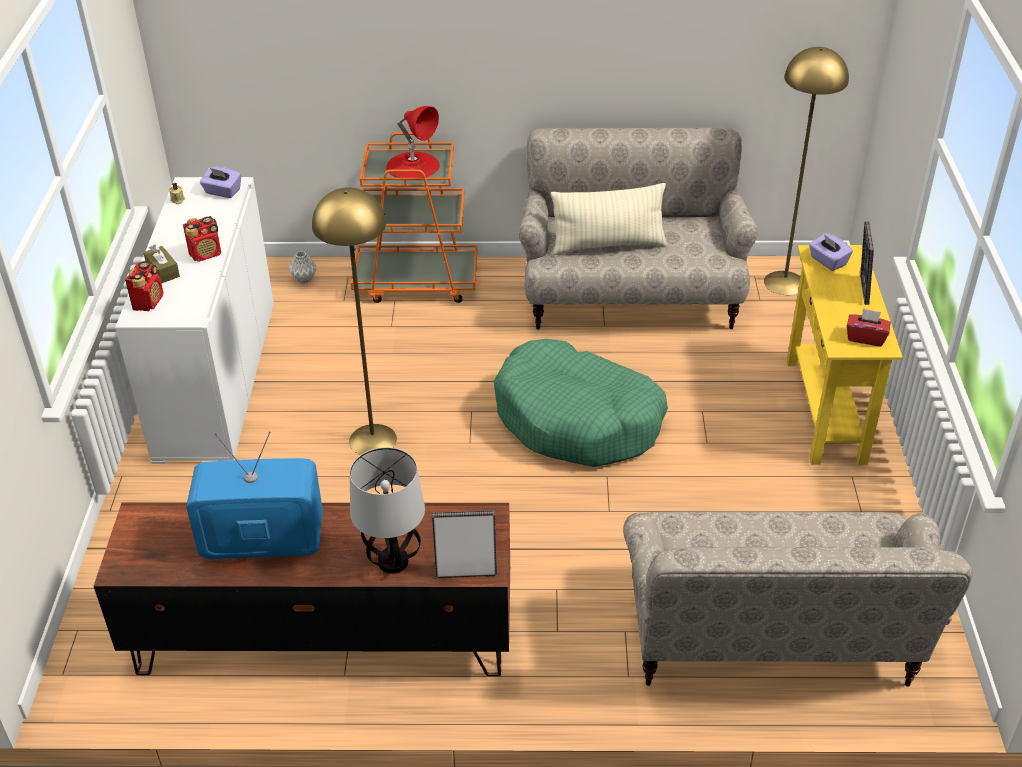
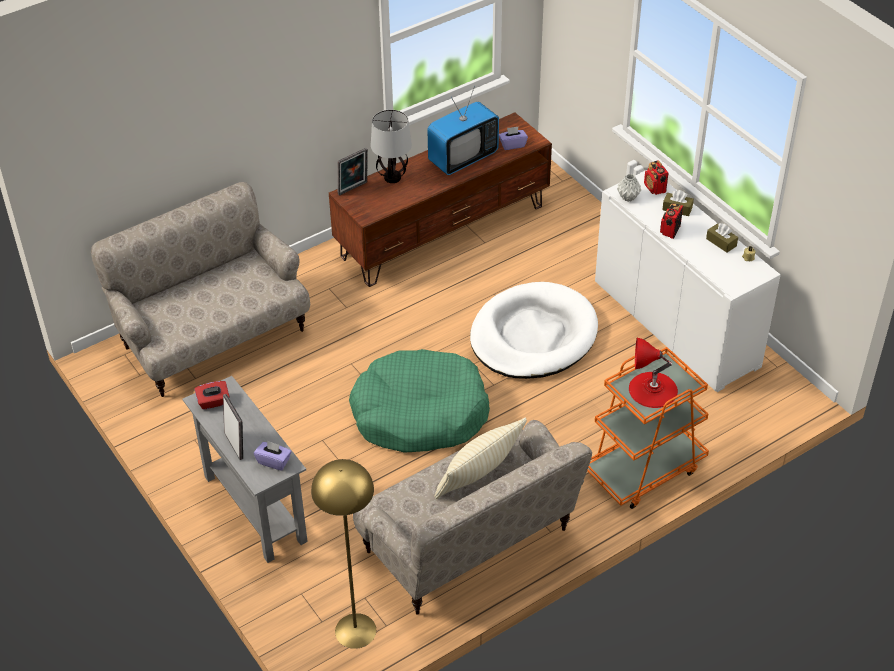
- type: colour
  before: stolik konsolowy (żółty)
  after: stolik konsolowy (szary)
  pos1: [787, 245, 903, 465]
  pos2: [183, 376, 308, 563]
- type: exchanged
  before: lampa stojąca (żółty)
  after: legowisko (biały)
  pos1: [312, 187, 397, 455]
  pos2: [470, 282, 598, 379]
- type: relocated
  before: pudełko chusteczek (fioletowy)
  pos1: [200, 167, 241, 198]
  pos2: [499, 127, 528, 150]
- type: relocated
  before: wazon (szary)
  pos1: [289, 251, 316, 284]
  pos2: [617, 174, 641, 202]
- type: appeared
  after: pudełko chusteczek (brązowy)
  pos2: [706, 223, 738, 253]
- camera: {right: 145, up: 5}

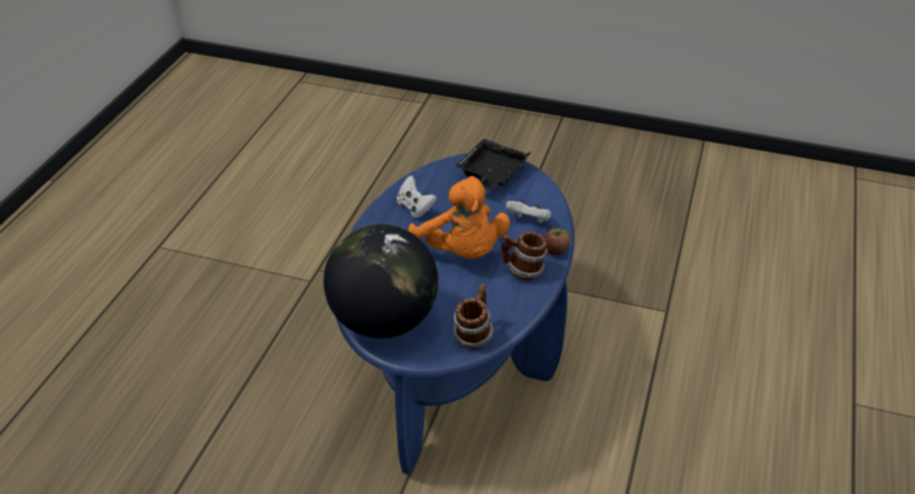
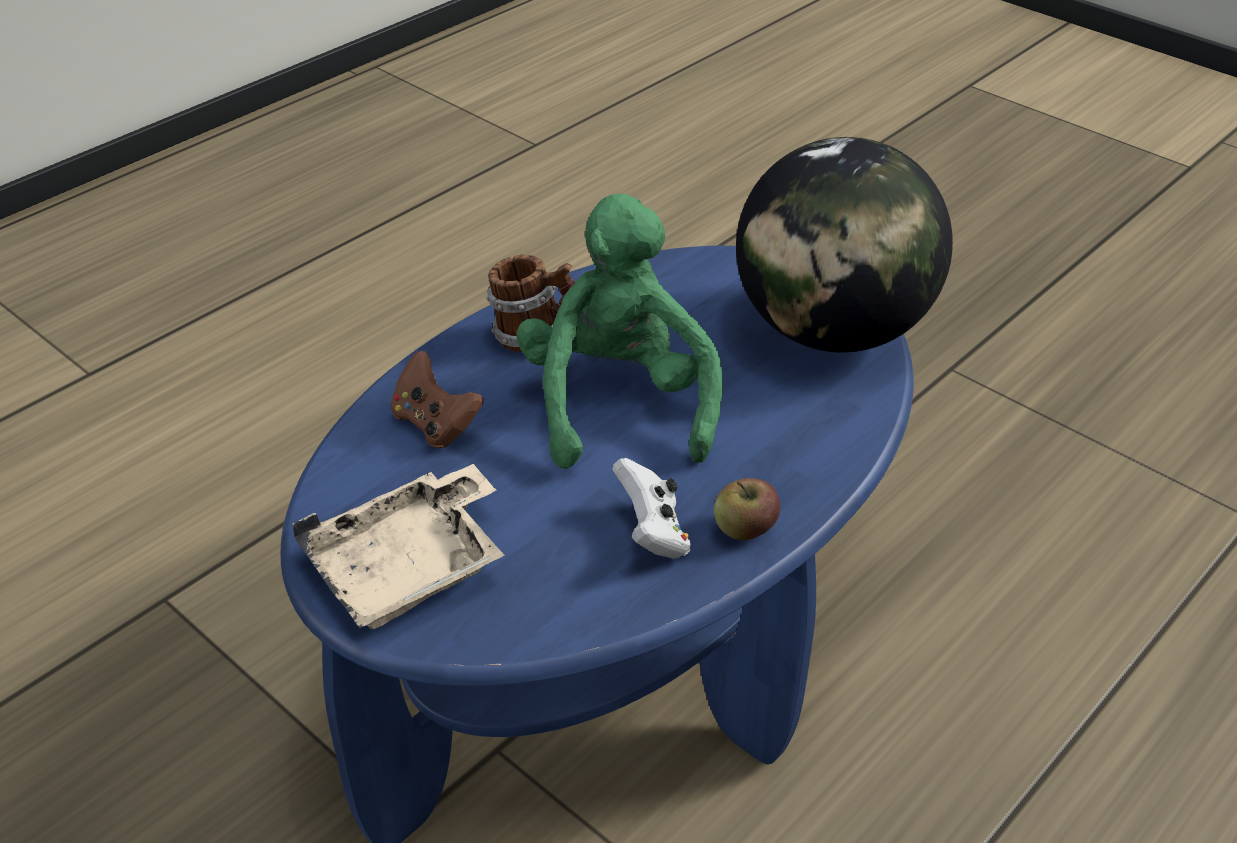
- type: colour
  before: taca (czarny)
  after: taca (beżowy)
  pos1: [455, 139, 531, 191]
  pos2: [292, 464, 505, 629]
- type: colour
  before: pad do gier (biały)
  after: pad do gier (brązowy)
  pos1: [506, 199, 551, 223]
  pos2: [391, 351, 483, 448]
- type: colour
  before: pluszak (pomarańczowy)
  after: pluszak (zielony)
  pos1: [408, 176, 510, 259]
  pos2: [516, 194, 723, 469]
- type: relocated
  before: jabłko
  pos1: [544, 228, 570, 256]
  pos2: [714, 478, 781, 541]
- type: missing
  before: kubek
  pos1: [453, 284, 494, 349]
- camera: {right: -155, up: 0}

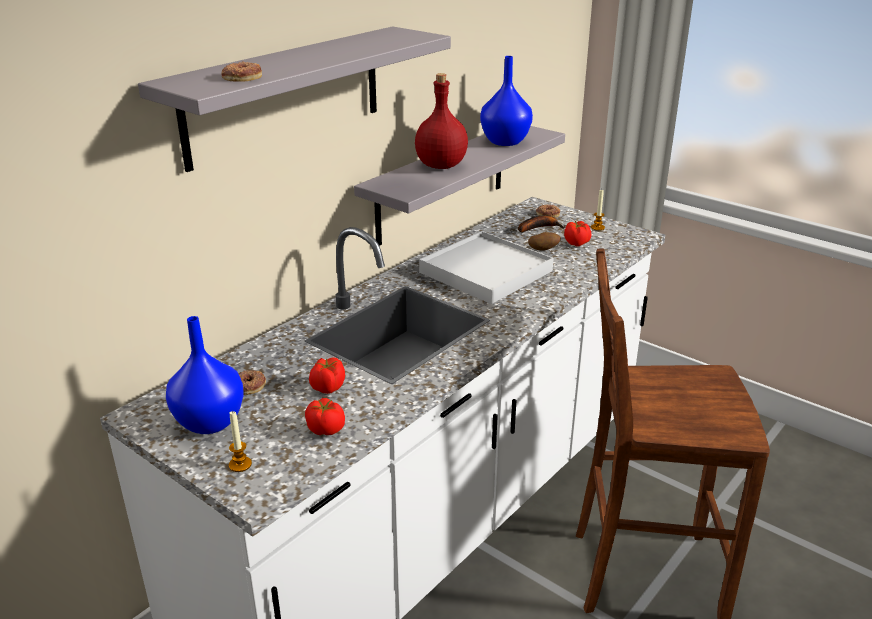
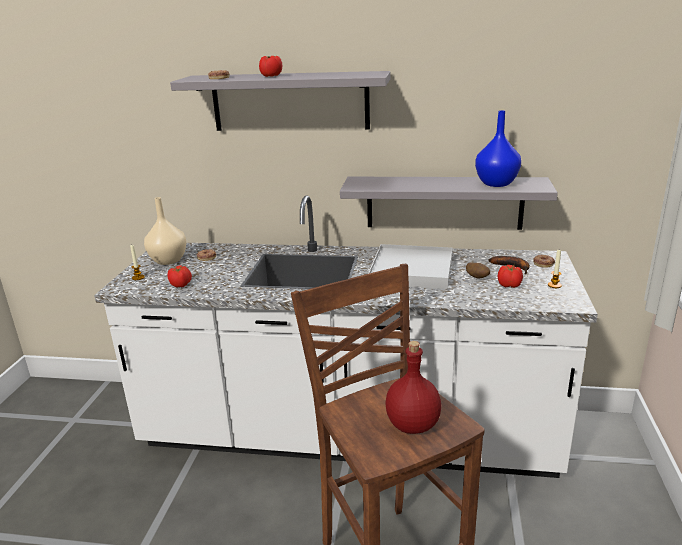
- type: colour
  before: wazon (niebieski)
  after: wazon (beżowy)
  pos1: [166, 316, 243, 434]
  pos2: [144, 197, 186, 265]
- type: relocated
  before: pomidor
  pos1: [309, 357, 345, 394]
  pos2: [259, 56, 282, 77]
- type: relocated
  before: butelka (czerwony)
  pos1: [415, 73, 468, 169]
  pos2: [385, 341, 441, 434]
- camera: {right: 60, up: -5}

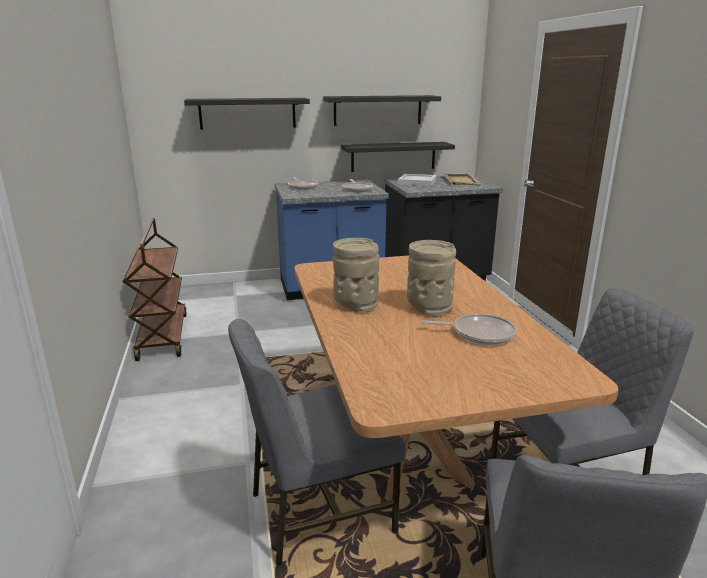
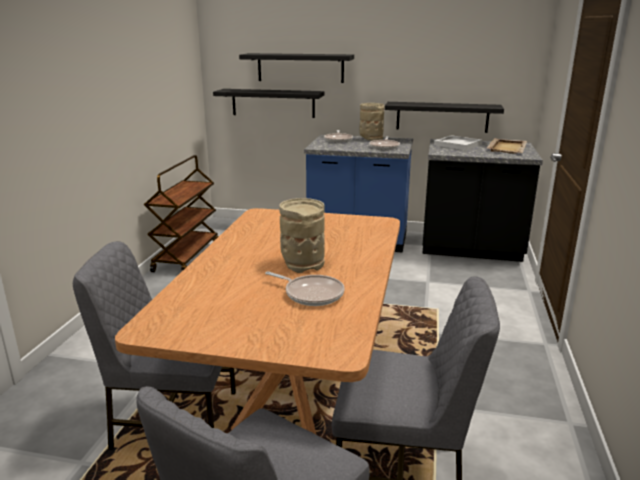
- type: relocated
  before: półka (czarny)
  pos1: [323, 95, 441, 126]
  pos2: [213, 89, 324, 118]
- type: relocated
  before: wazon (beżowy)
  pos1: [333, 238, 379, 312]
  pos2: [359, 103, 384, 141]
- camera: {right: 25, up: 0}

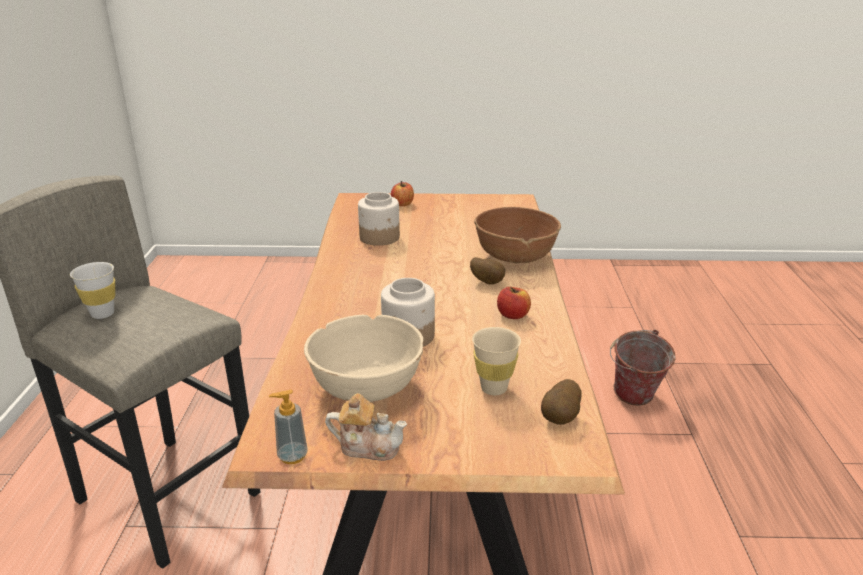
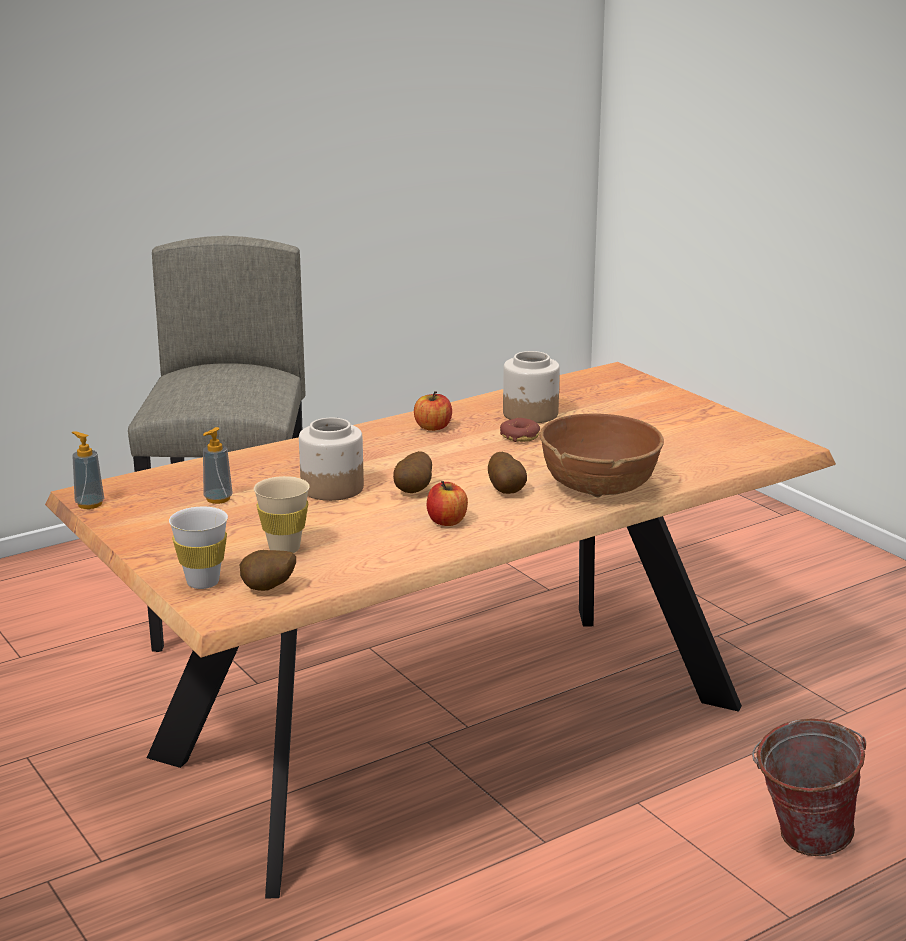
- type: relocated
  before: filiżanka (biały)
  pos1: [70, 262, 115, 319]
  pos2: [169, 506, 228, 589]
- type: exchanged
  before: miska (beżowy)
  after: dozownik mydła
  pos1: [304, 315, 423, 402]
  pos2: [203, 427, 233, 504]
- type: appeared
  after: ziemniak
  pos2: [393, 451, 432, 493]
- type: relocated
  before: jabłko
  pos1: [391, 181, 414, 206]
  pos2: [414, 391, 452, 431]
- type: appeared
  after: donut
  pos2: [500, 418, 540, 442]
- type: missing
  before: imbryk
  pos1: [325, 393, 407, 461]
- camera: {right: 55, up: -5}

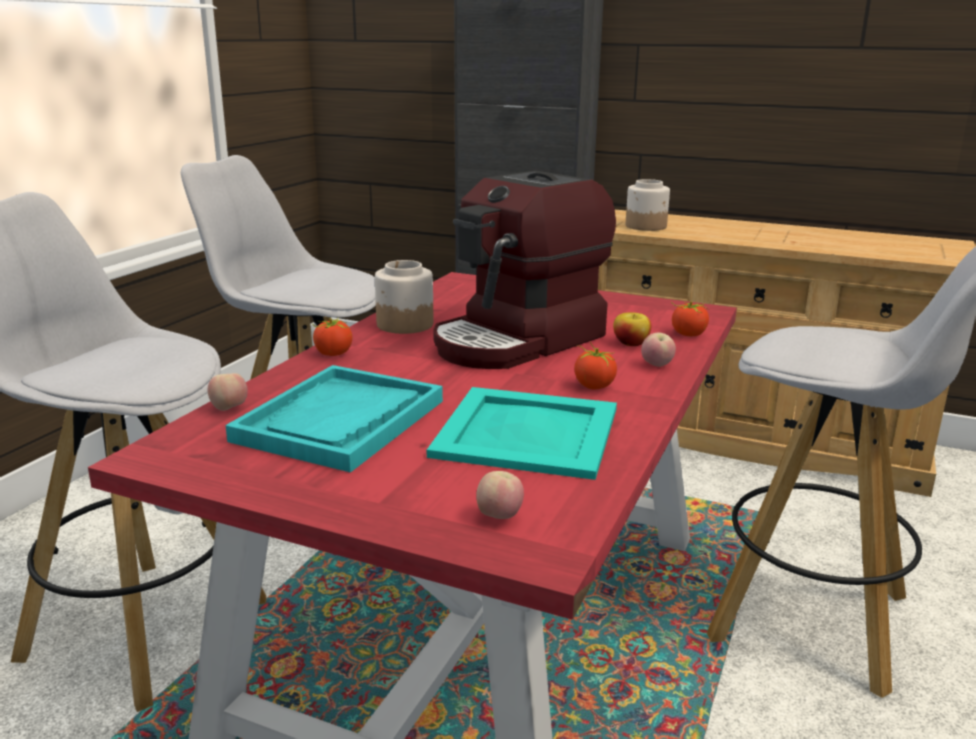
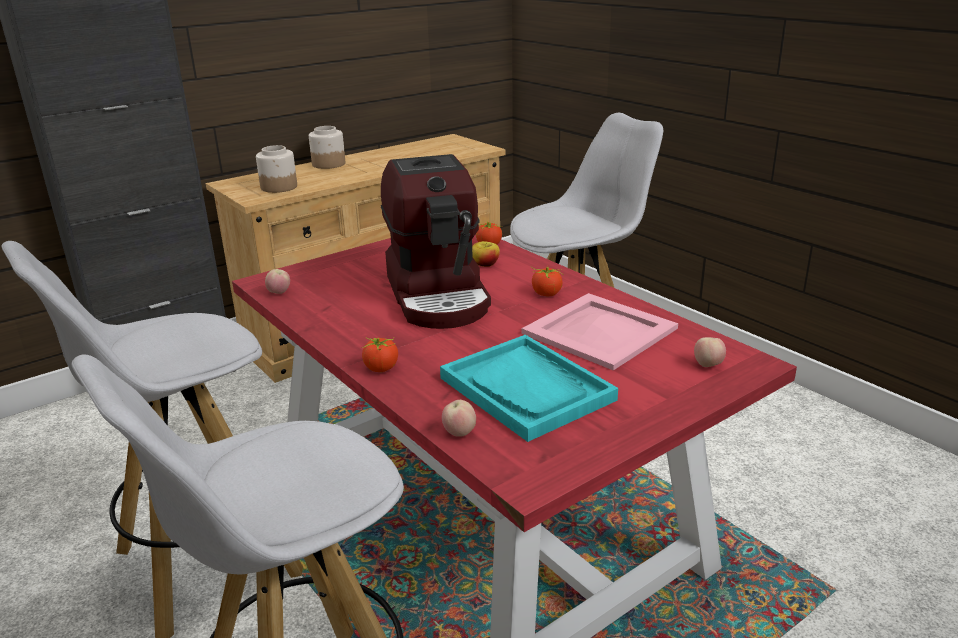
- type: relocated
  before: jabłko
  pos1: [641, 332, 676, 367]
  pos2: [265, 269, 290, 294]
- type: relocated
  before: słoik
  pos1: [375, 260, 433, 334]
  pos2: [309, 126, 345, 169]
- type: colour
  before: taca (turkusowy)
  after: taca (różowy)
  pos1: [427, 387, 617, 480]
  pos2: [521, 293, 678, 370]
- camera: {right: -60, up: 5}

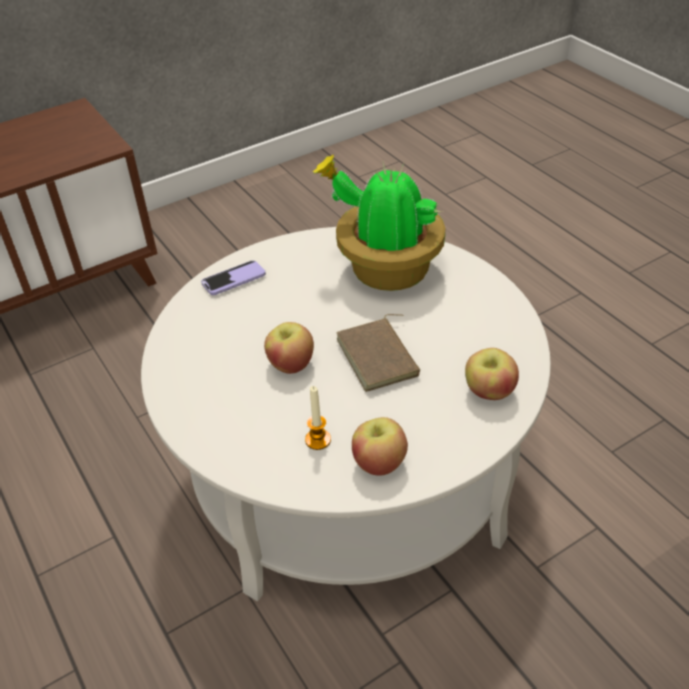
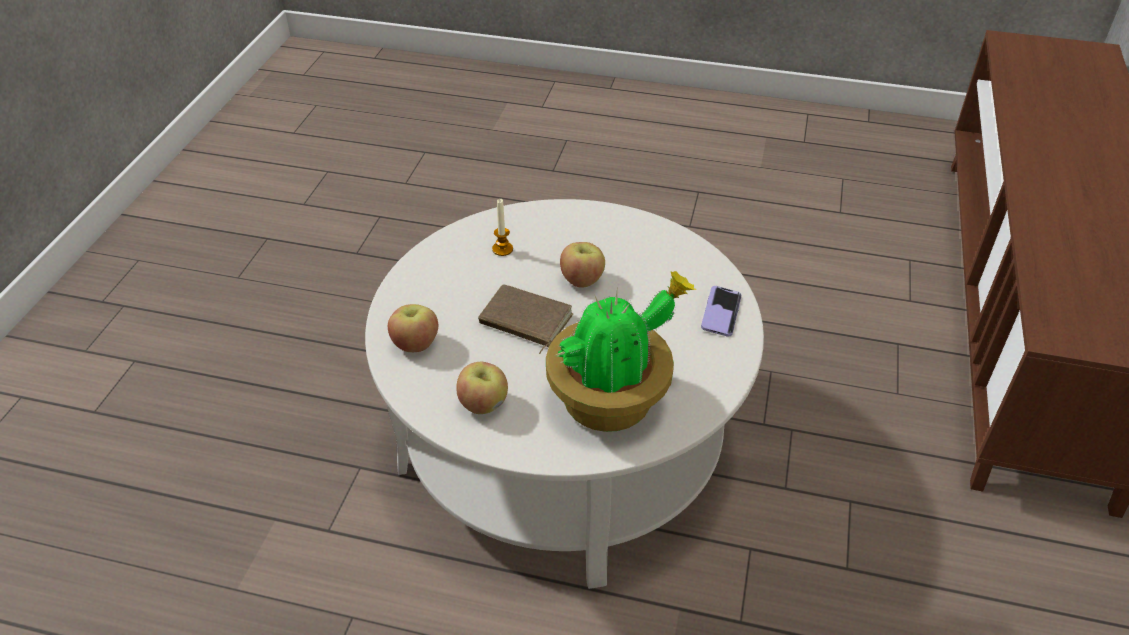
- type: relocated
  before: jabłko
  pos1: [352, 417, 408, 476]
  pos2: [456, 362, 508, 414]
- camera: {right: 135, up: 0}

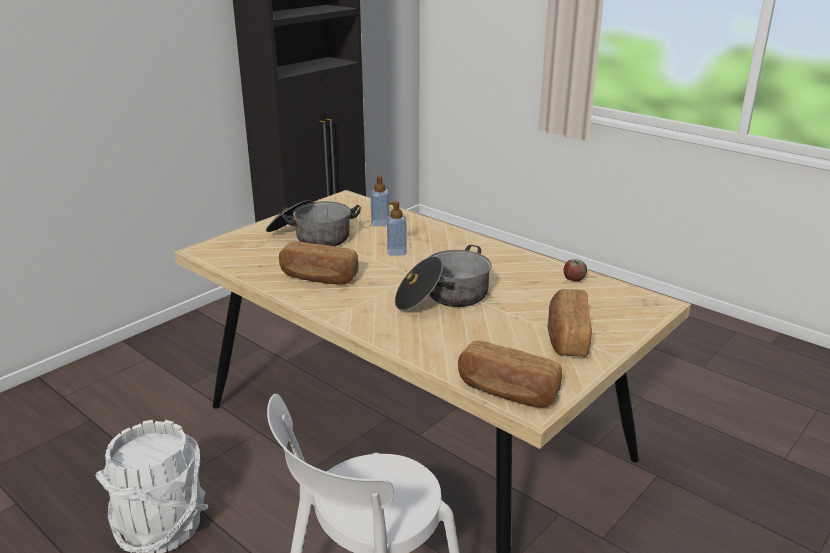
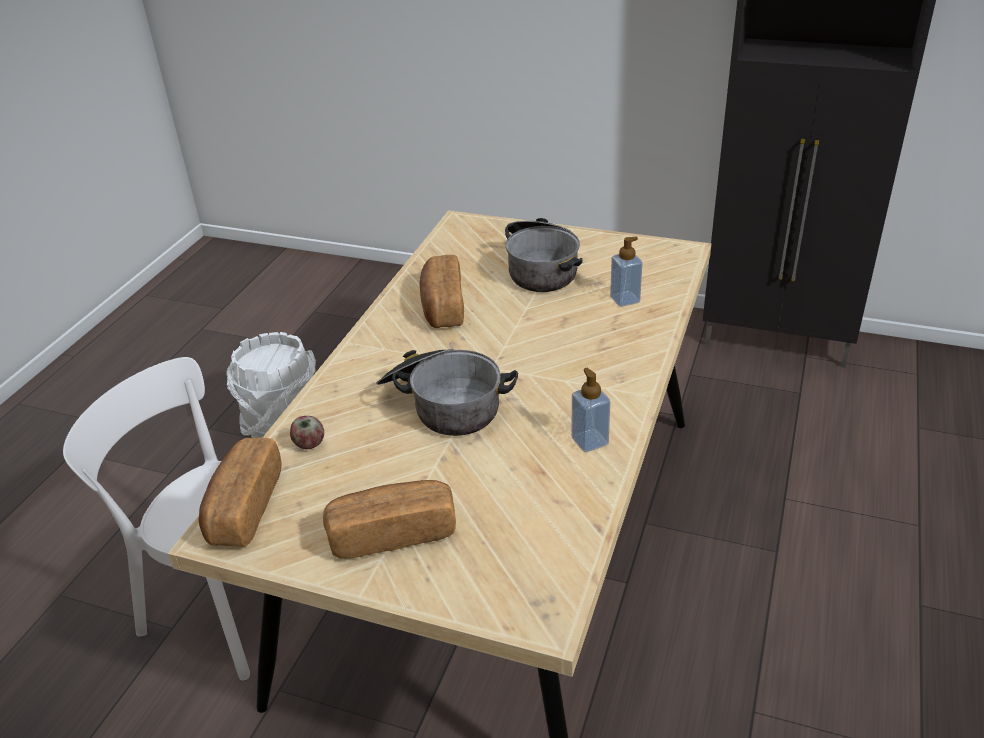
- type: relocated
  before: jabłko
  pos1: [564, 259, 587, 281]
  pos2: [290, 416, 324, 449]
- type: relocated
  before: dozownik mydła
  pos1: [387, 202, 407, 256]
  pos2: [571, 368, 610, 452]
- camera: {right: 70, up: 10}

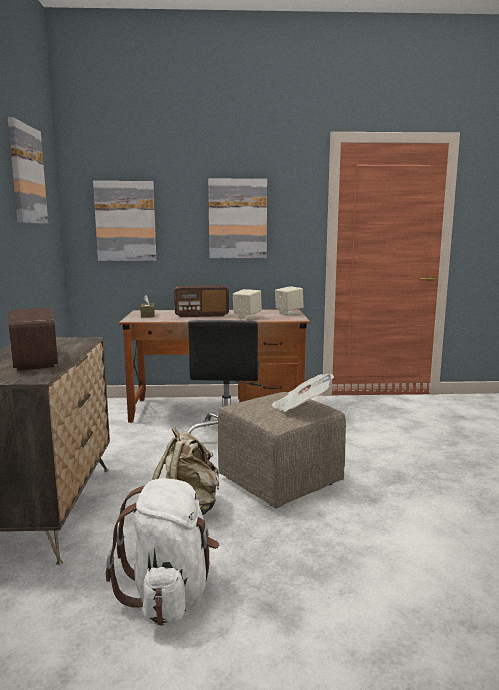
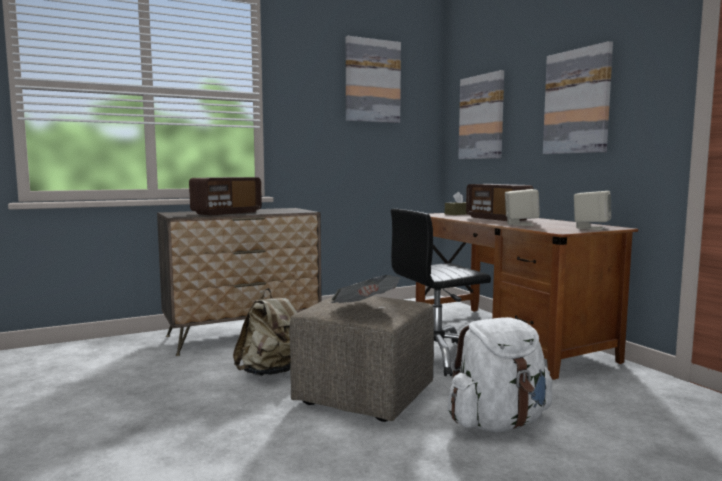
- type: relocated
  before: plecak (biały)
  pos1: [106, 478, 219, 626]
  pos2: [447, 317, 552, 432]
- camera: {right: 65, up: -5}

